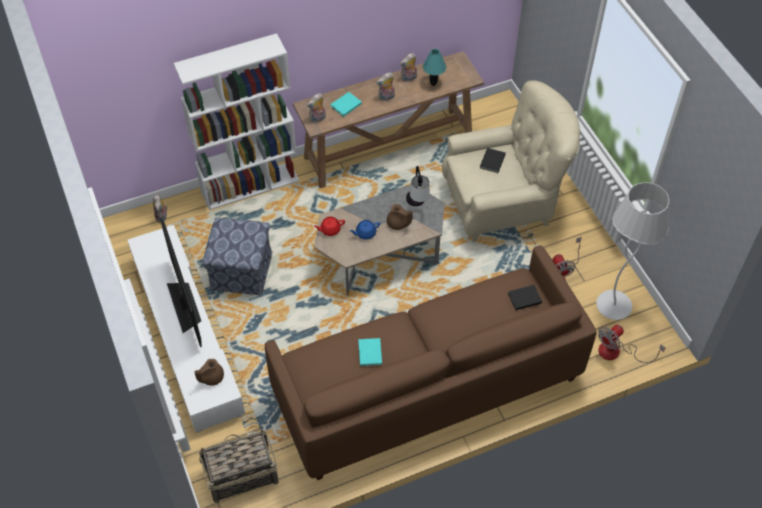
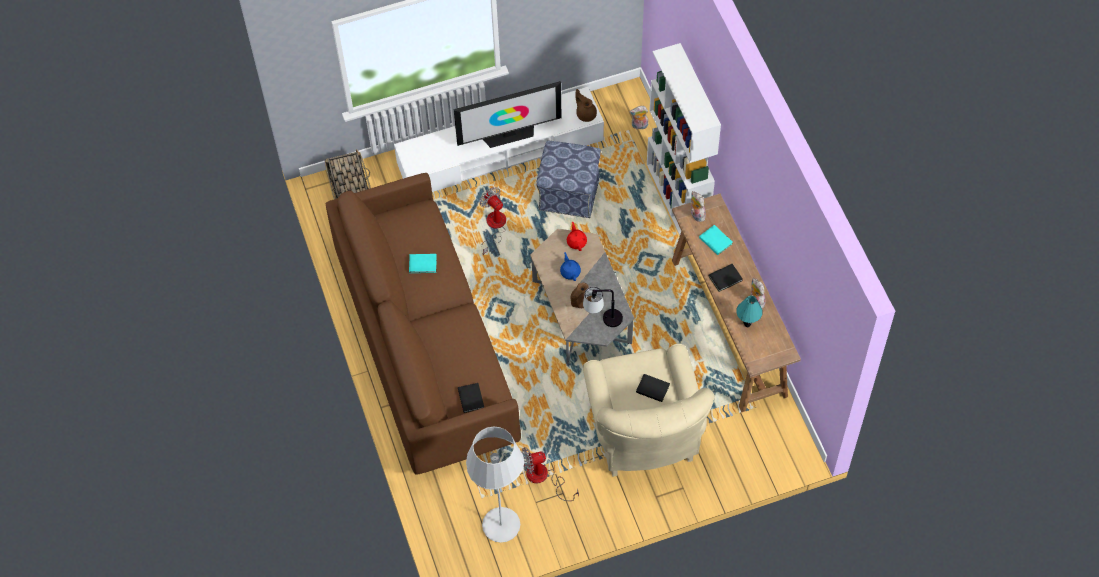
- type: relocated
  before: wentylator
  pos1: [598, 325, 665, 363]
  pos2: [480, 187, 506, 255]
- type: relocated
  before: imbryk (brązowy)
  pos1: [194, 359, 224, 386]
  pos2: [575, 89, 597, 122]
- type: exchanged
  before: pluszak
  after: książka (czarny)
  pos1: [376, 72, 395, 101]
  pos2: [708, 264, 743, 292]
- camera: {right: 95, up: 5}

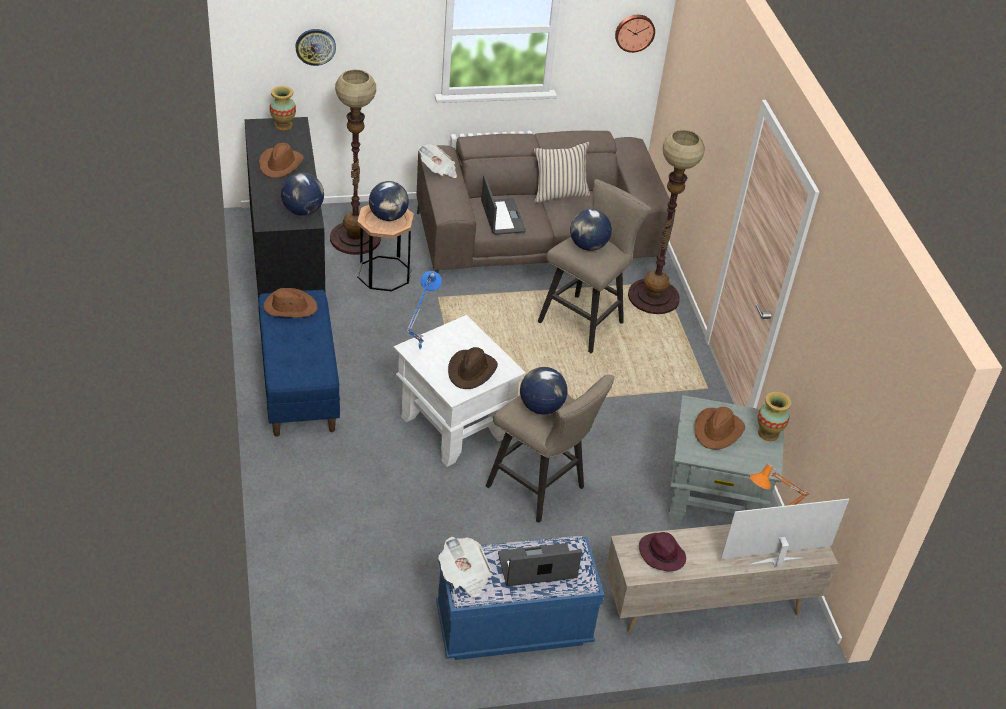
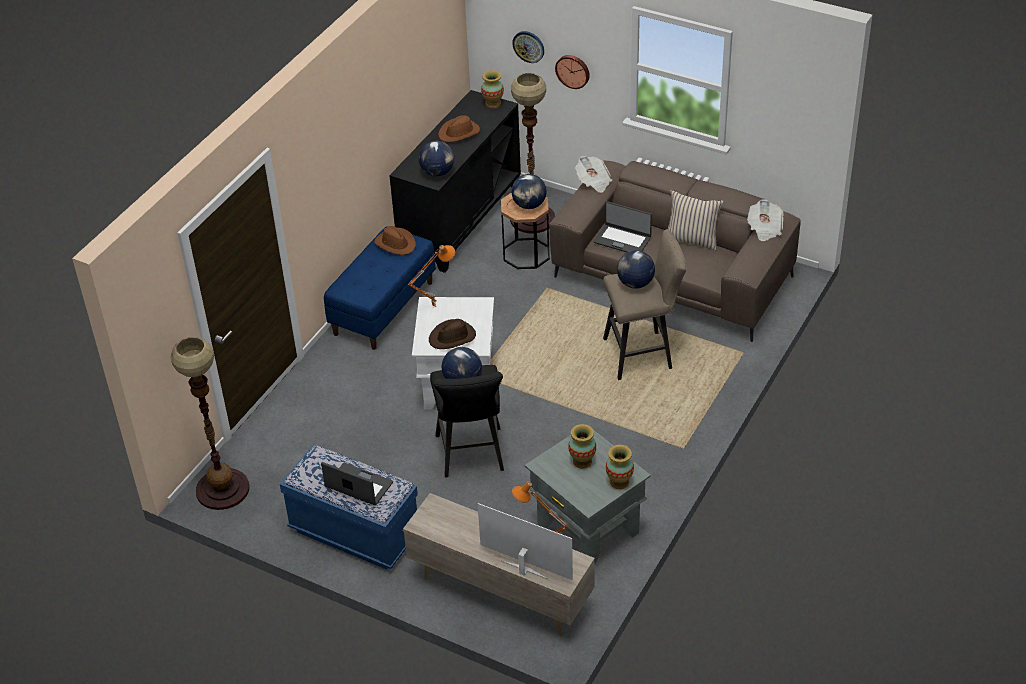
- type: relocated
  before: lampa stojąca
  pos1: [628, 130, 705, 314]
  pos2: [171, 337, 250, 510]
- type: colour
  before: lampa stołowa (niebieski)
  after: lampa stołowa (pomarańczowy)
  pos1: [407, 271, 442, 348]
  pos2: [408, 245, 455, 307]
- type: colour
  before: stołek (beżowy)
  after: stołek (czarny)
  pos1: [486, 374, 614, 523]
  pos2: [430, 365, 504, 478]
- type: relocated
  before: zegar ścienny
  pos1: [615, 15, 655, 53]
  pos2: [555, 55, 590, 89]
- type: exchanged
  before: kapelusz (brązowy)
  after: wazon
  pos1: [694, 407, 745, 450]
  pos2: [569, 424, 596, 468]
- type: spun
  before: laptop
  pos1: [481, 175, 526, 235]
  pos2: [593, 201, 652, 252]
  turn: 90
- type: relocated
  before: gazeta
  pos1: [438, 537, 492, 598]
  pos2: [747, 199, 784, 241]
- type: missing
  before: kapelusz (fioletowy)
  pos1: [639, 532, 686, 571]
- camera: {right: 45, up: 0}

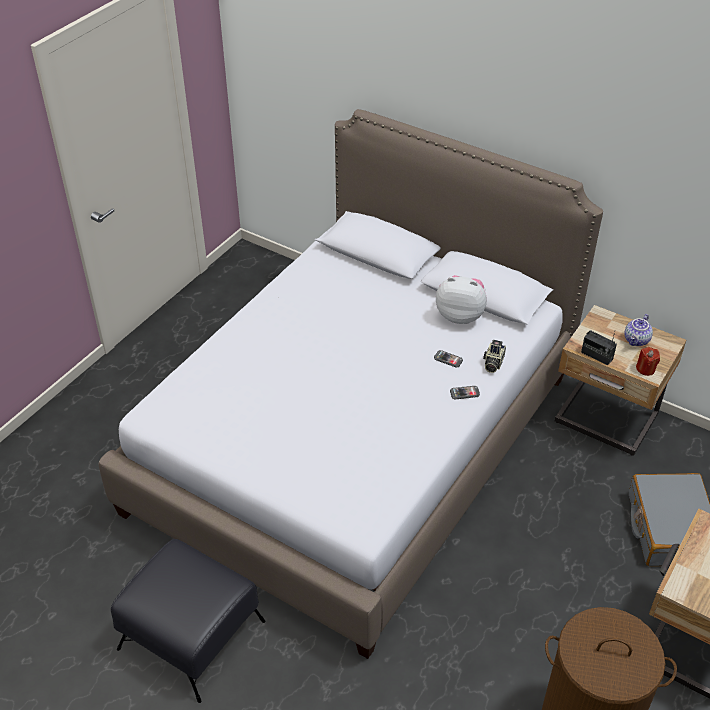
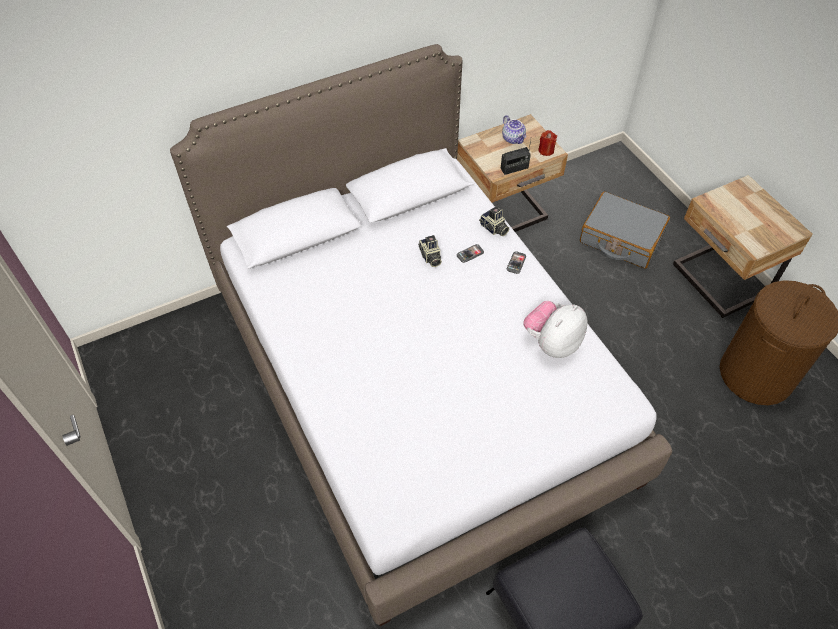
- type: appeared
  after: aparat fotograficzny
  pos2: [418, 235, 442, 267]
- type: relocated
  before: pluszak
  pos1: [436, 275, 487, 324]
  pos2: [523, 301, 588, 358]
- camera: {right: -60, up: 10}

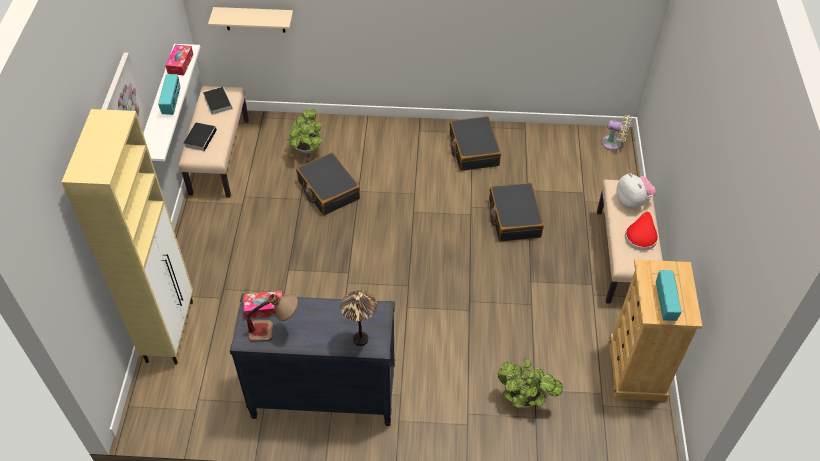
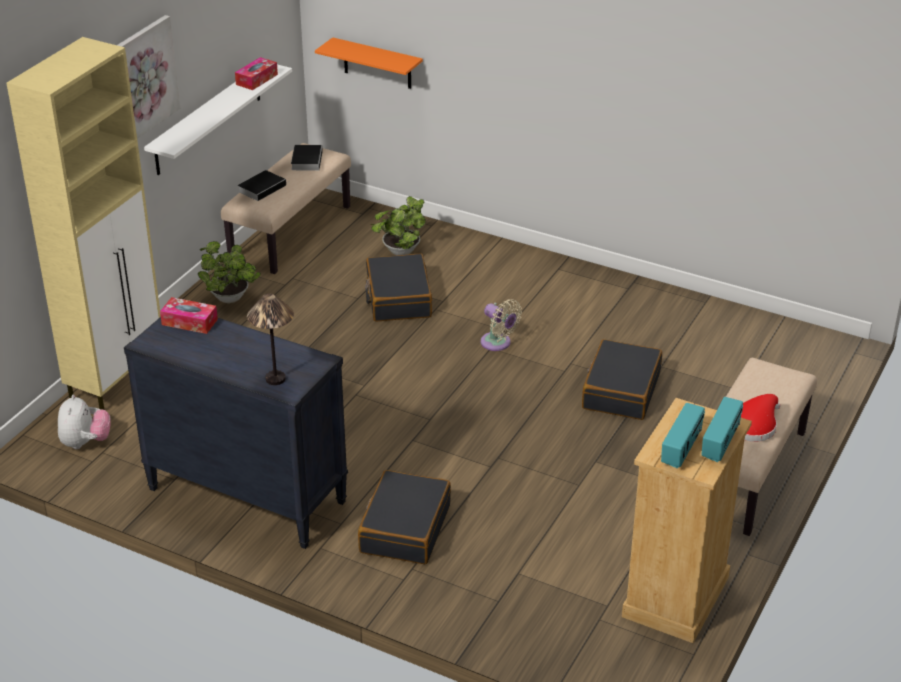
- type: relocated
  before: pluszak
  pos1: [616, 173, 656, 209]
  pos2: [58, 395, 111, 449]
- type: relocated
  before: roślina doniczkowa
  pos1: [498, 358, 563, 408]
  pos2: [198, 241, 261, 303]
- type: colour
  before: półka (beżowy)
  after: półka (pomarańczowy)
  pos1: [208, 7, 293, 33]
  pos2: [315, 37, 423, 89]
- type: relocated
  before: walizka (czarny)
  pos1: [450, 116, 501, 171]
  pos2: [358, 470, 451, 564]
- type: relocated
  before: wentylator (beżowy)
  pos1: [601, 115, 632, 150]
  pos2: [481, 299, 522, 351]
- type: relocated
  before: radio
  pos1: [158, 74, 180, 115]
  pos2: [701, 397, 743, 462]
- type: missing
  before: lampa stołowa
  pos1: [247, 294, 298, 342]
- camera: {right: 25, up: -15}

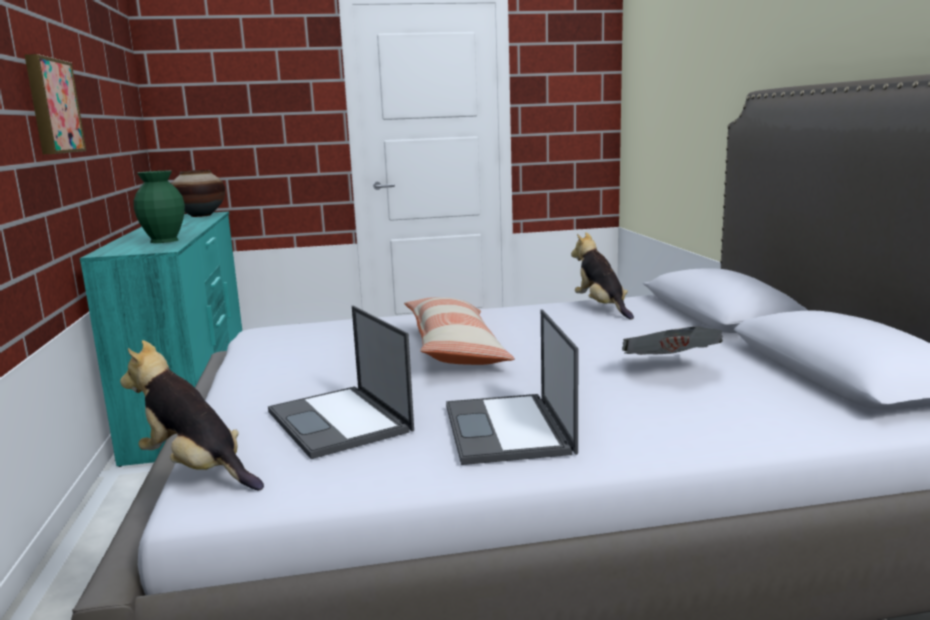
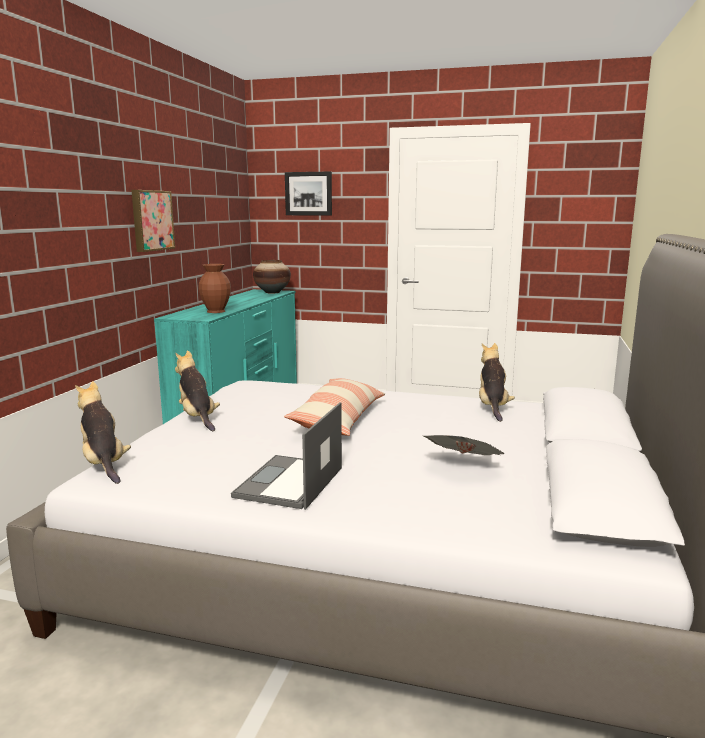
- type: appeared
  after: pluszak
  pos2: [175, 351, 220, 431]
- type: colour
  before: wazon (zielony)
  after: wazon (brązowy)
  pos1: [134, 171, 185, 243]
  pos2: [199, 264, 231, 313]
- type: appeared
  after: obraz
  pos2: [285, 171, 332, 216]
- type: missing
  before: laptop
  pos1: [268, 306, 414, 459]
- camera: {right: 25, up: 0}

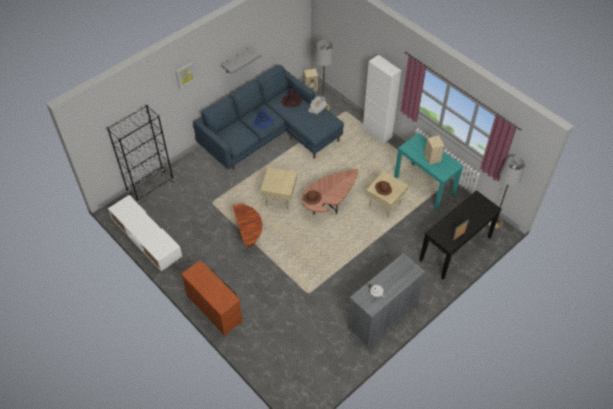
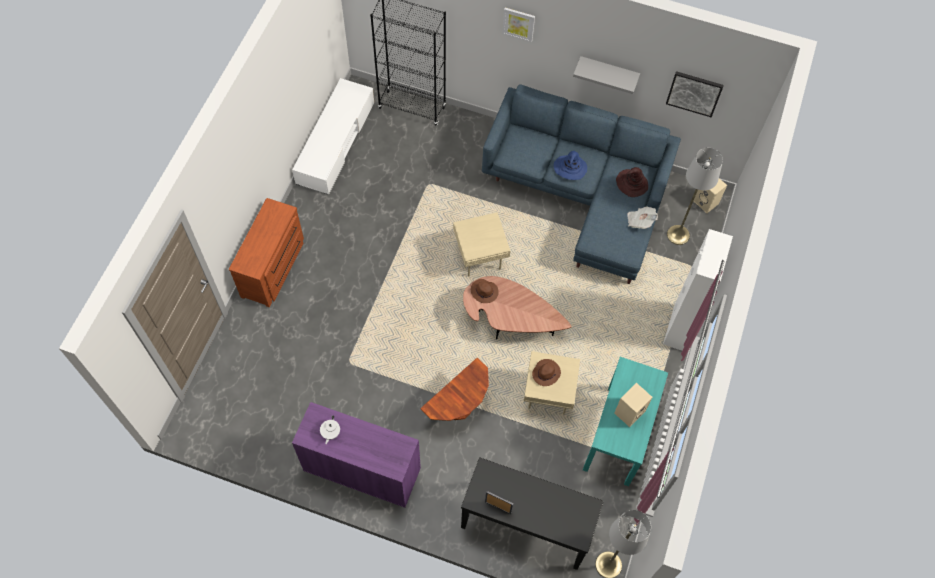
- type: colour
  before: szafka (szary)
  after: szafka (fioletowy)
  pos1: [347, 253, 425, 346]
  pos2: [292, 402, 421, 508]
- type: relocated
  before: stolik (brązowy)
  pos1: [233, 204, 263, 248]
  pos2: [421, 358, 489, 421]
- type: appeared
  after: obraz
  pos2: [666, 71, 724, 117]
- camera: {right: 60, up: 10}

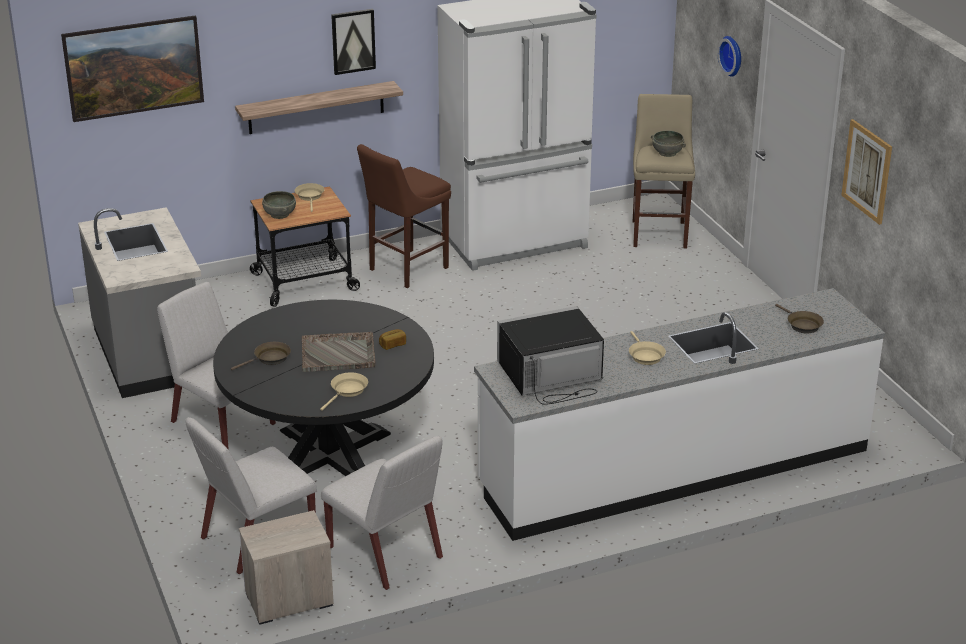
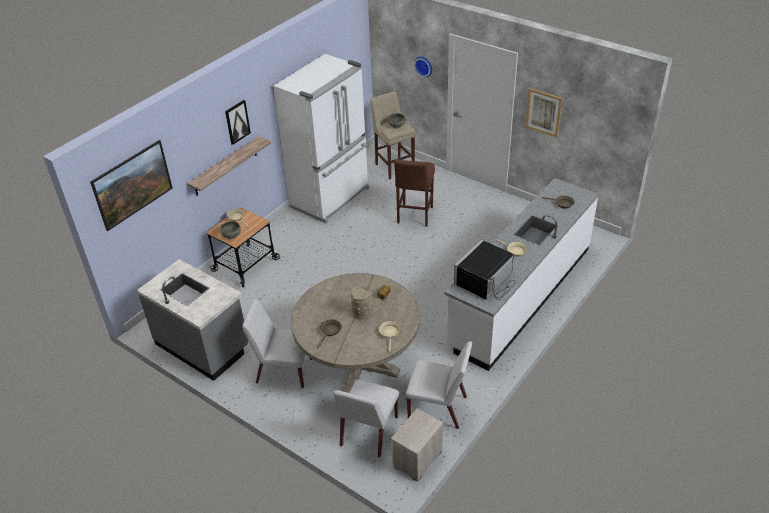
- type: colour
  before: stół jadalny (czarny)
  after: stół jadalny (beżowy)
  pos1: [213, 300, 434, 476]
  pos2: [291, 273, 420, 393]
- type: exchanged
  before: taca (szary)
  after: wazon (beżowy)
  pos1: [302, 332, 376, 372]
  pos2: [351, 285, 372, 319]
- type: relocated
  before: stołek (brązowy)
  pos1: [357, 144, 451, 288]
  pos2: [394, 159, 435, 227]
- camera: {right: -30, up: 10}

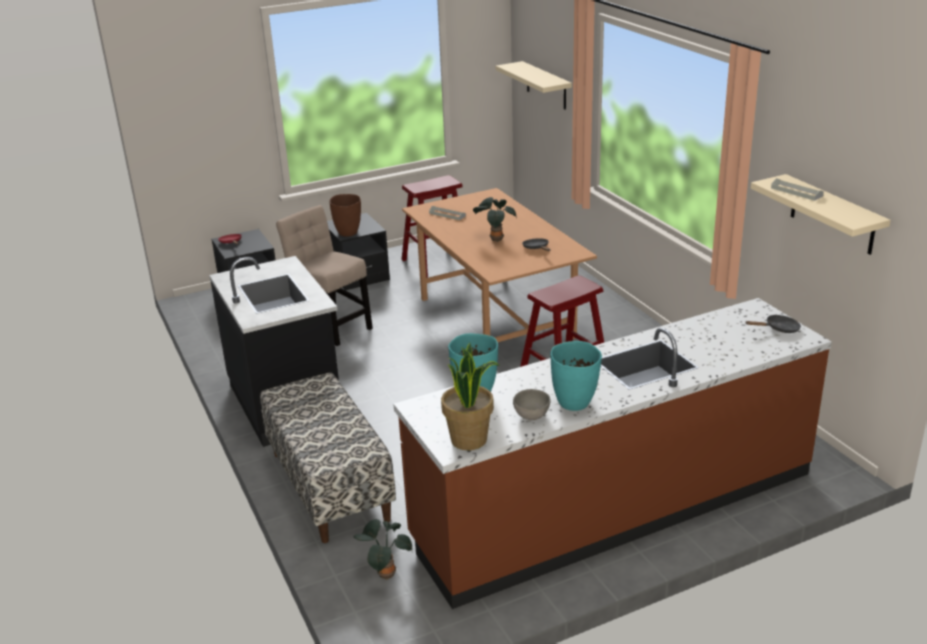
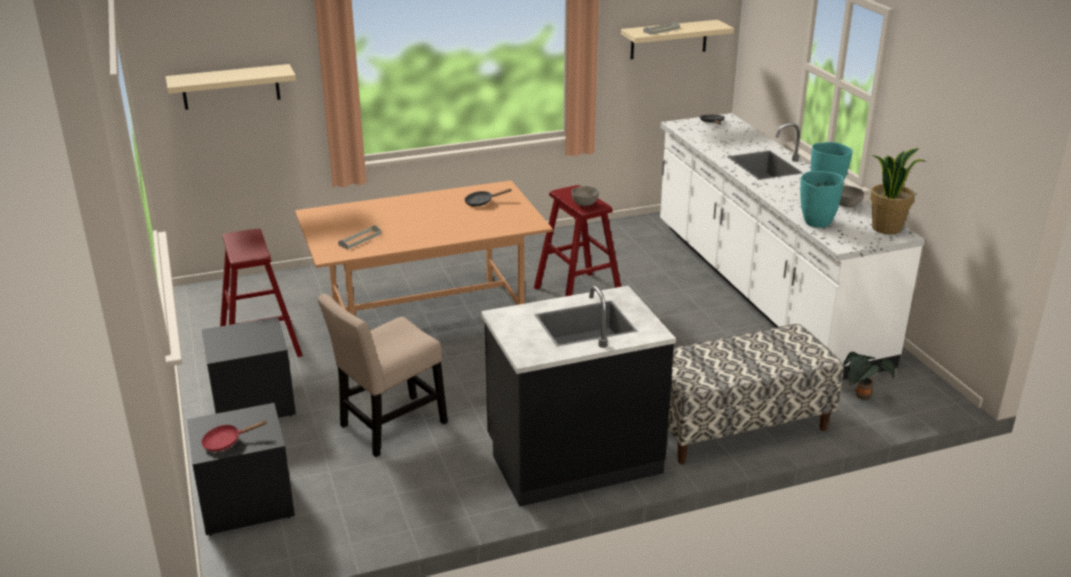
- type: appeared
  after: miska (szary)
  pos2: [571, 186, 599, 206]
- type: colour
  before: zabudowa kuchenna (brązowy)
  after: zabudowa kuchenna (biały)
  pos1: [393, 298, 832, 609]
  pos2: [660, 113, 925, 380]
- type: missing
  before: wazon (brązowy)
  pos1: [329, 194, 361, 237]
- type: missing
  before: roślina doniczkowa
  pos1: [473, 197, 517, 242]
- camera: {right: -85, up: 0}

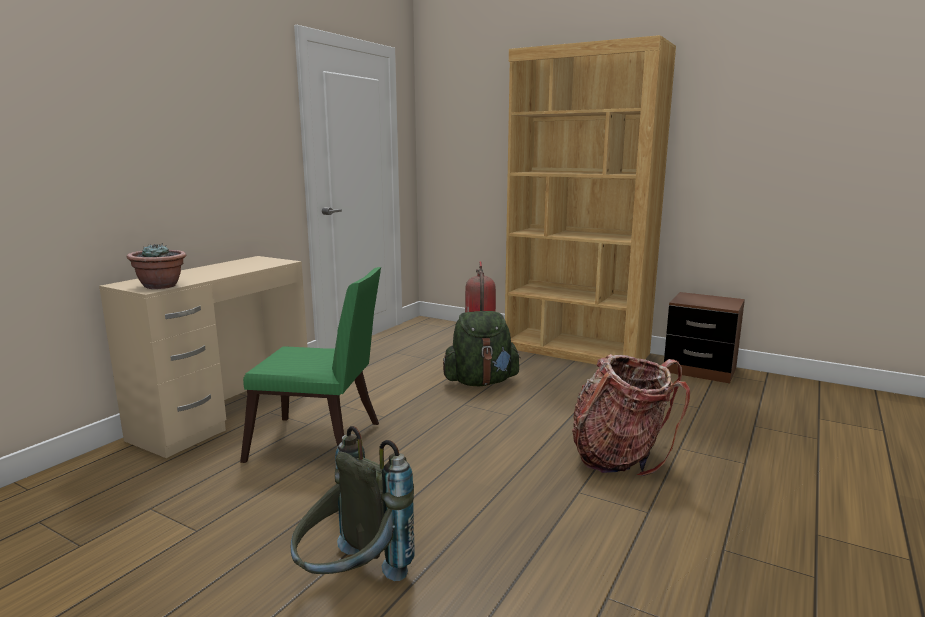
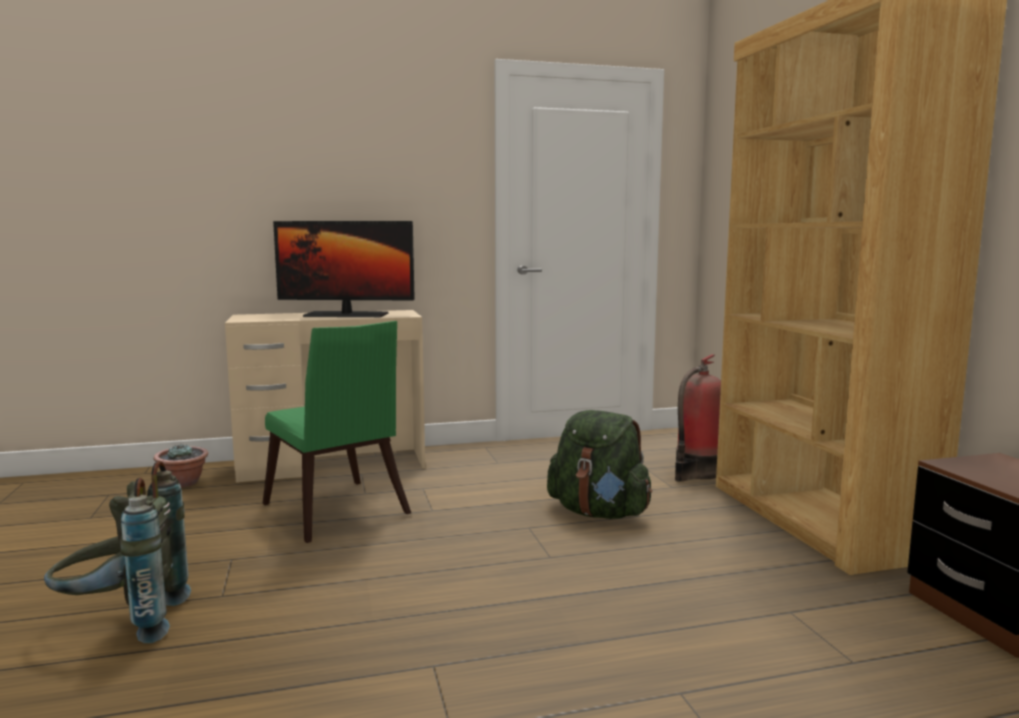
- type: relocated
  before: roślina doniczkowa
  pos1: [127, 243, 186, 289]
  pos2: [154, 443, 208, 488]
- type: appeared
  after: monitor
  pos2: [273, 221, 415, 317]
- type: missing
  before: plecak
  pos1: [572, 354, 690, 476]
- camera: {right: 45, up: -5}

